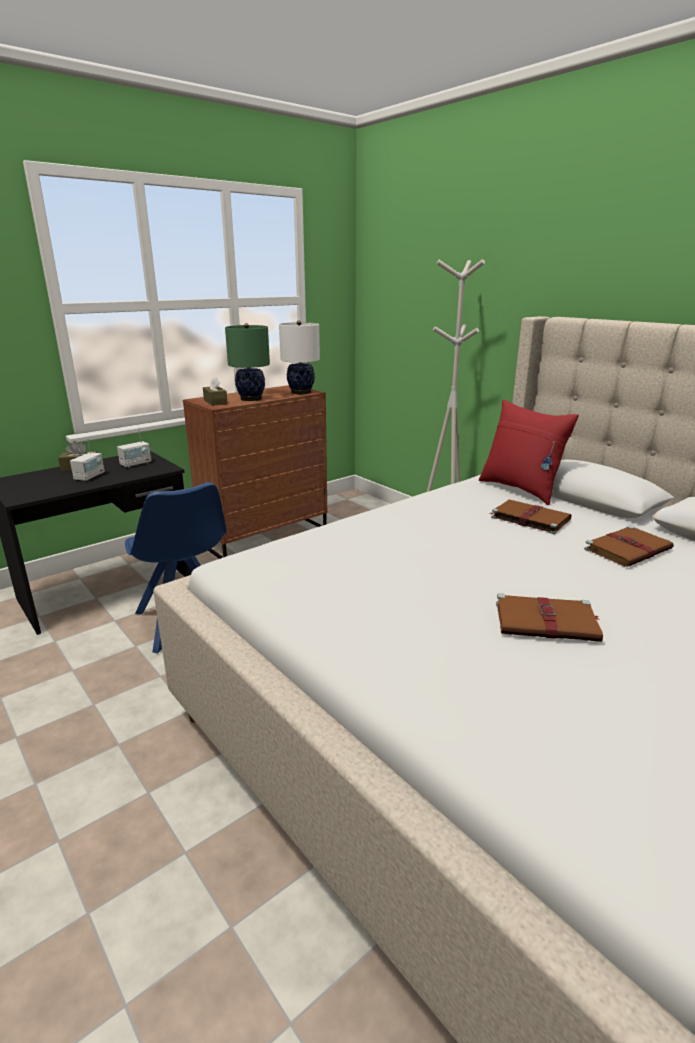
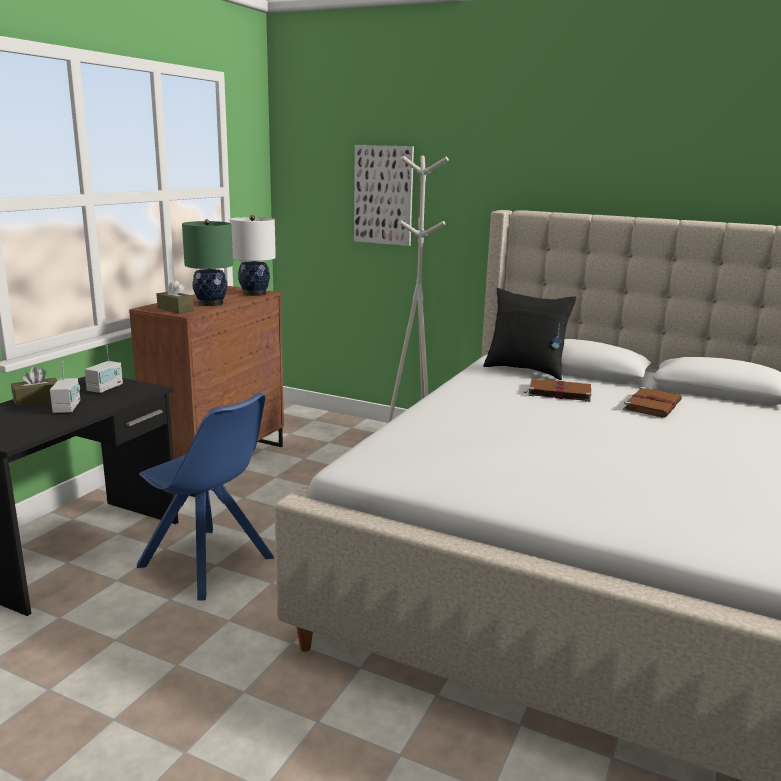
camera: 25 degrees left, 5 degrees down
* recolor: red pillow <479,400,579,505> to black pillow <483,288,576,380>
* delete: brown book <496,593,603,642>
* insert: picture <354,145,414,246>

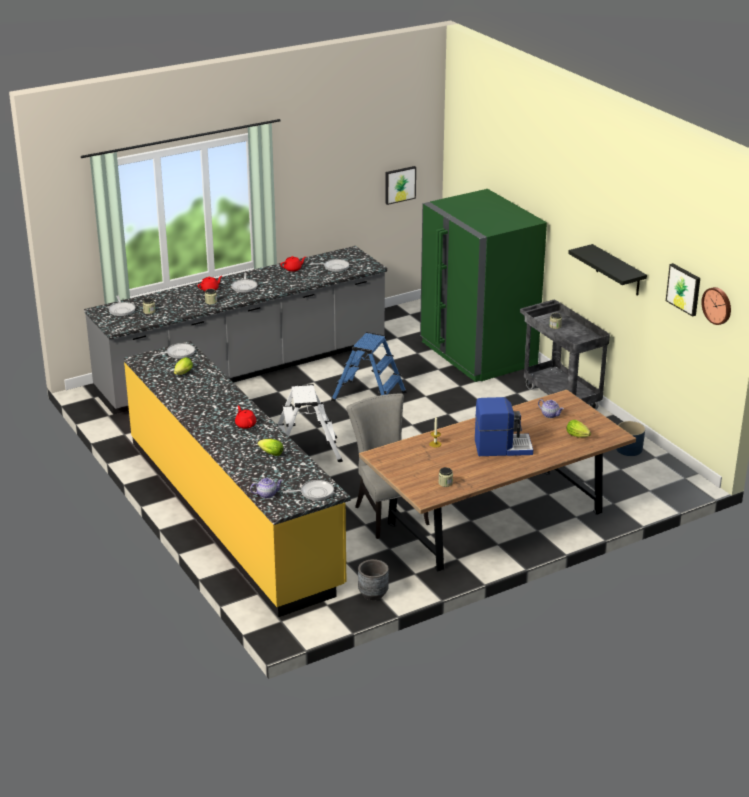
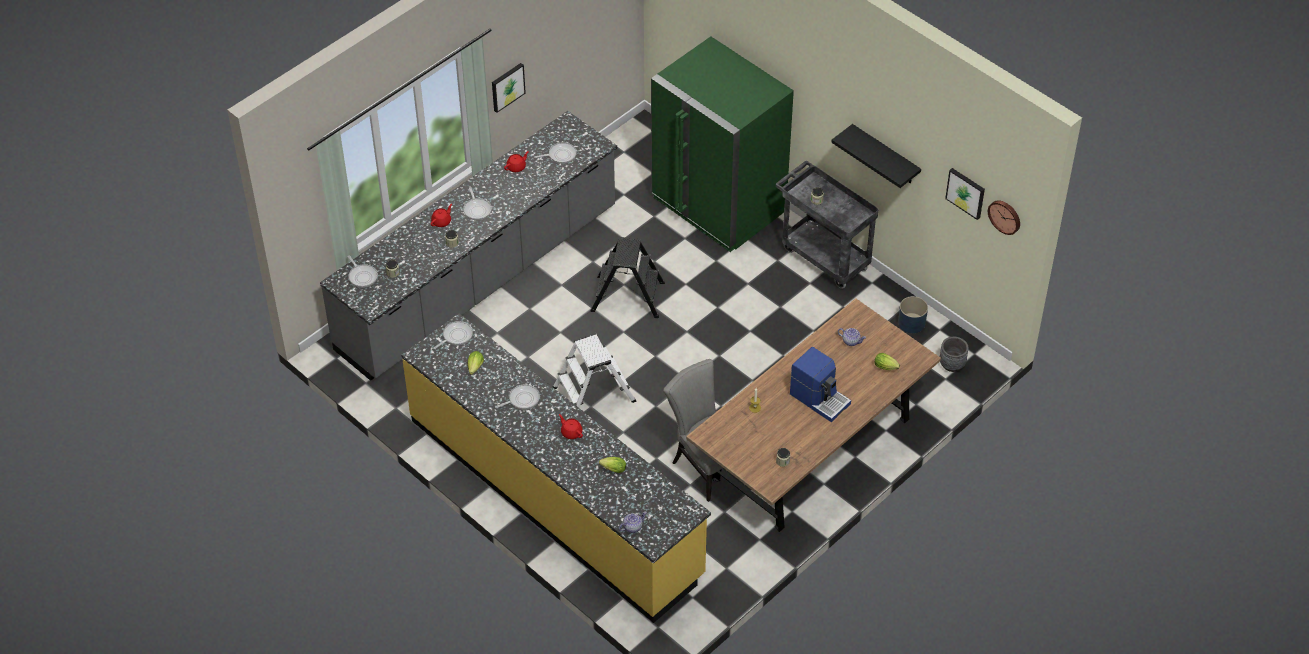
camera: 15 degrees left, 20 degrees up
* move: frying pan <283,480,334,501> to <495,384,540,410>
* recolor: blue step ladder <331,332,407,402> to black step ladder <590,237,665,318>
* move: grey planter <358,559,389,600> to <940,337,969,372>
* move: picture <385,166,416,205> to <492,63,526,113>
* rotate: coffee machine <475,397,533,456> = <790,347,851,422> 60 degrees clockwise

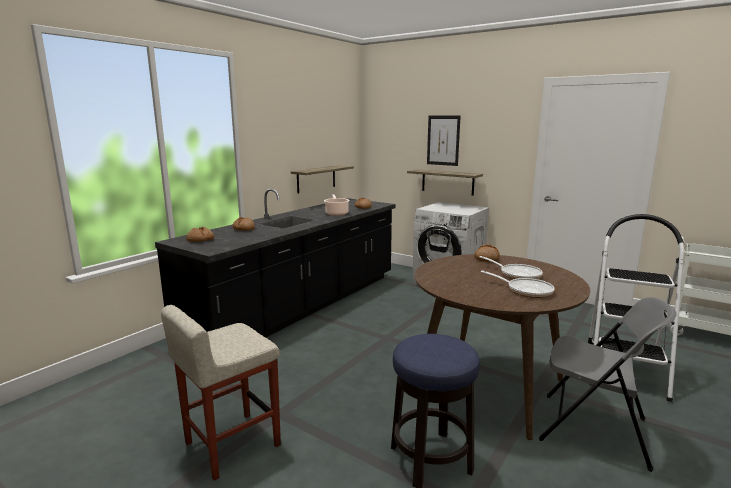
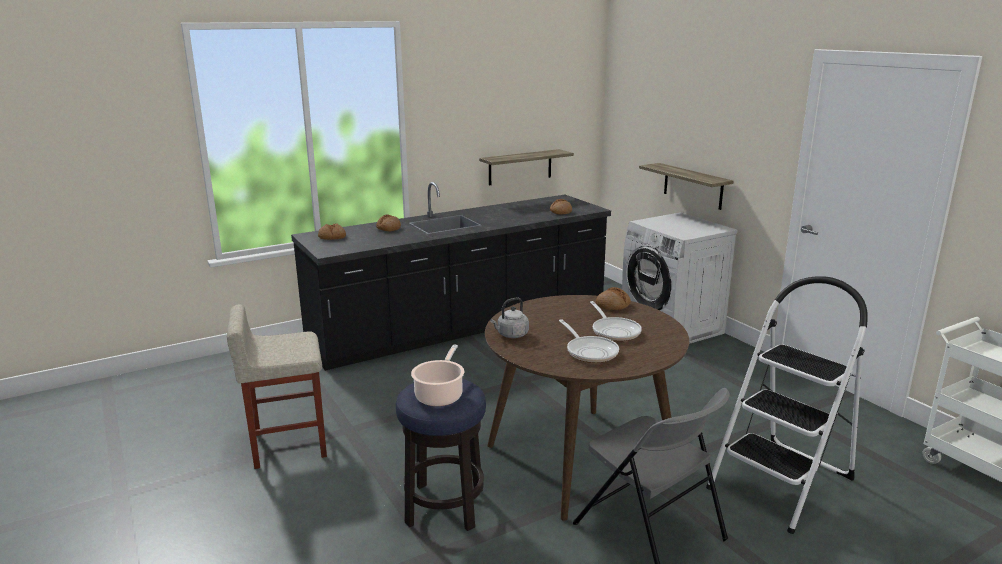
camera: 25 degrees right, 5 degrees up
* move: cooking pot <324,195,350,216> to <411,344,464,406>
* delete: picture <427,115,461,166>
* insert: grey kettle <490,297,529,338>

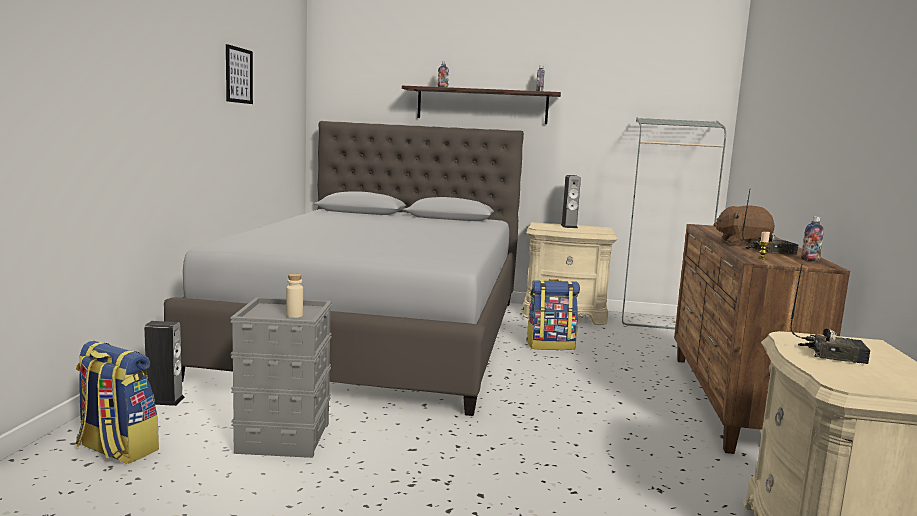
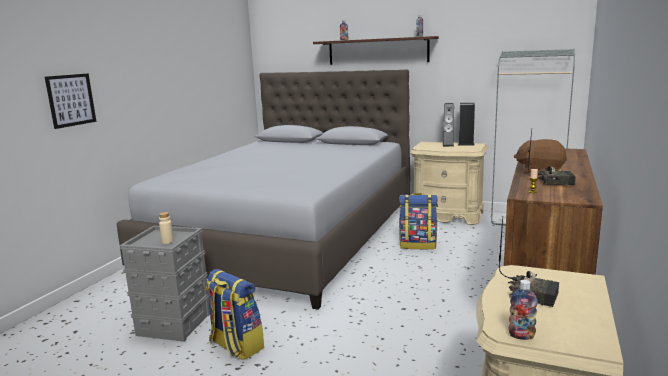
camera: 15 degrees right, 5 degrees up
* move: backpack <76,341,159,464> to <206,269,264,360>
* move: speaker <144,321,185,406> to <458,103,475,146>
* move: picture <226,44,253,104> to <45,73,96,129>
* move: bottle <801,216,824,261> to <508,280,538,340>

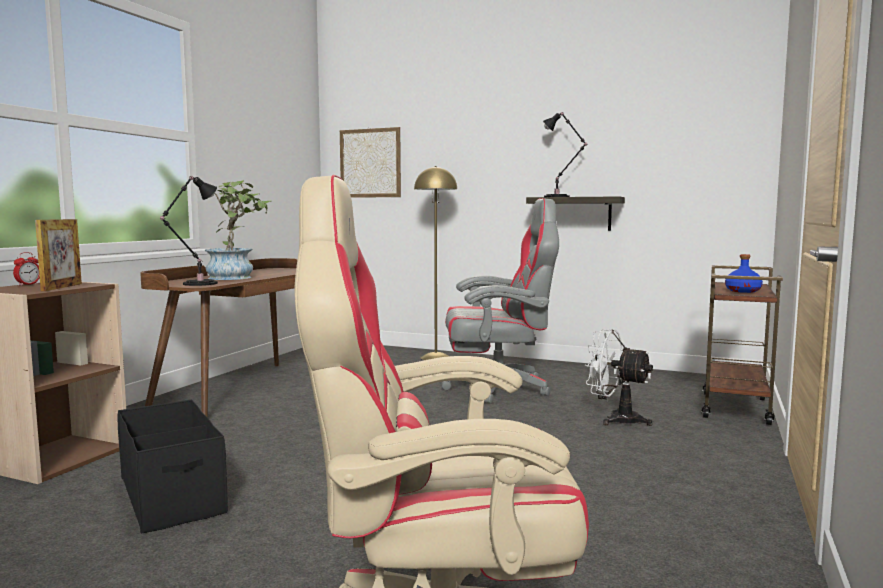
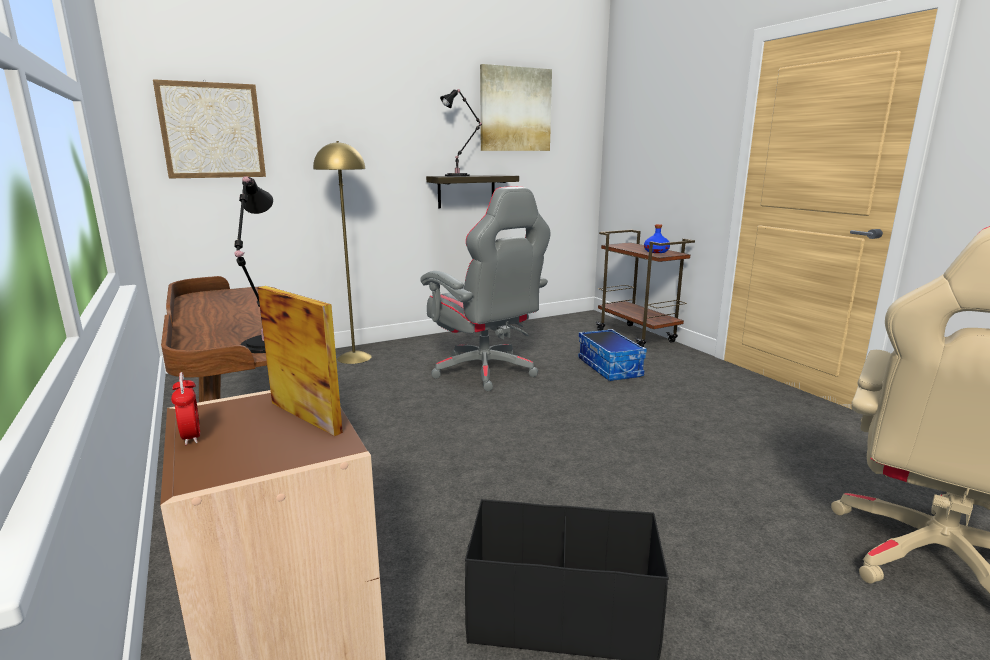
camera: 50 degrees left, 10 degrees up
* delete: potted plant <205,180,271,280>
* rotate: grey office chair <442,198,559,404> = <420,186,550,391> 105 degrees clockwise
* replace: white fan <585,329,653,426> to storage box <579,329,647,381>
* insert: picture <480,64,552,151>

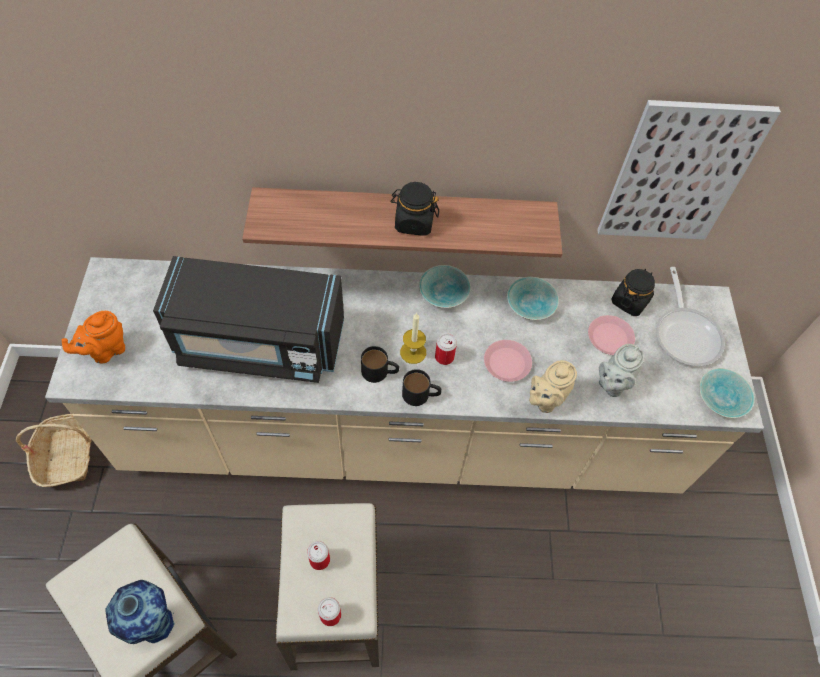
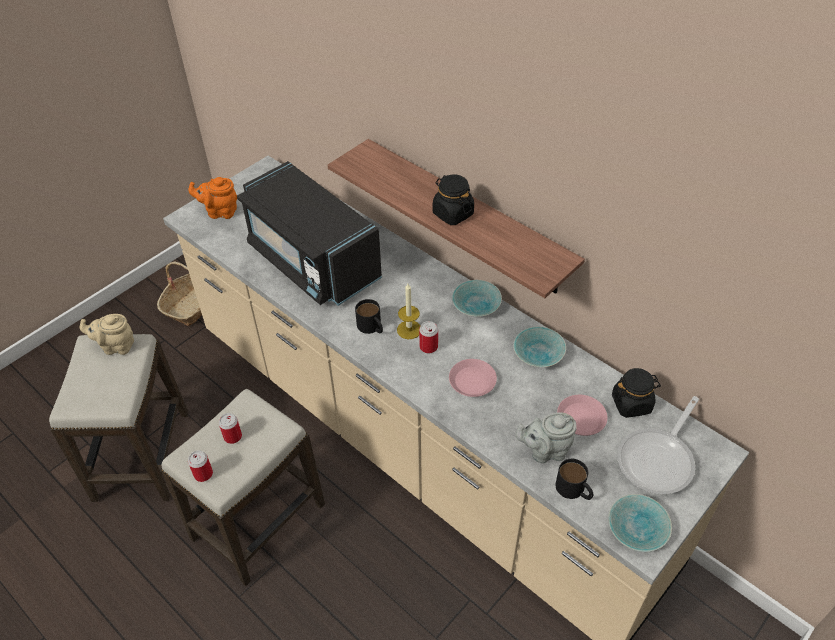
camera: 45 degrees right, 10 degrees down
* delete: vase <105,580,175,644>
* move: black mug <402,369,442,406> to <555,459,594,500>
* move: beige teapot <529,360,577,413> to <80,314,134,355>
* delete: picture <597,100,781,239>

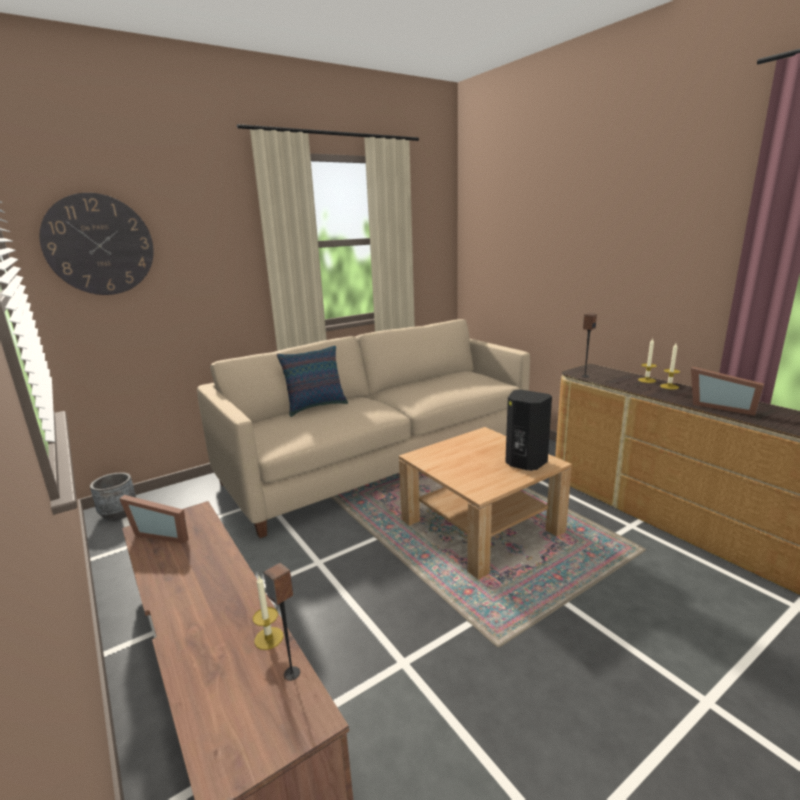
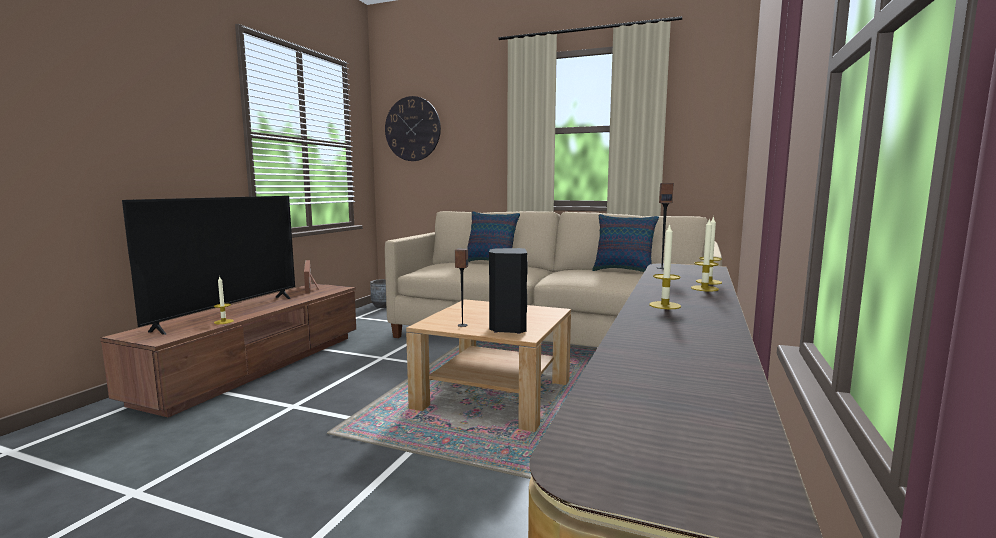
camera: 55 degrees right, 10 degrees down
* move: speaker <264,563,300,681> to <455,249,468,327>
* replace: picture frame <691,367,764,416> to candle <649,224,681,309>
* insert: television <122,196,295,335>
* insert: blue pillow <592,214,659,272>

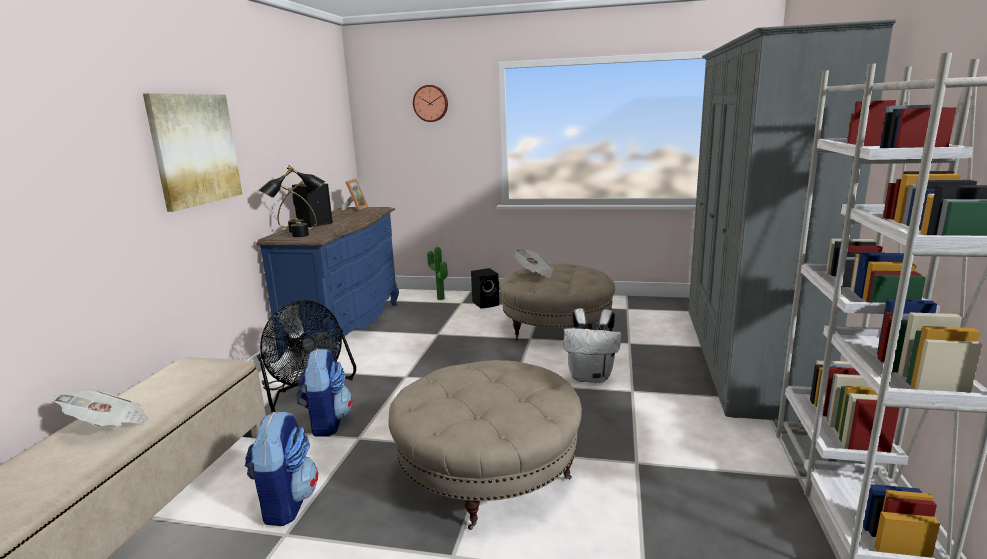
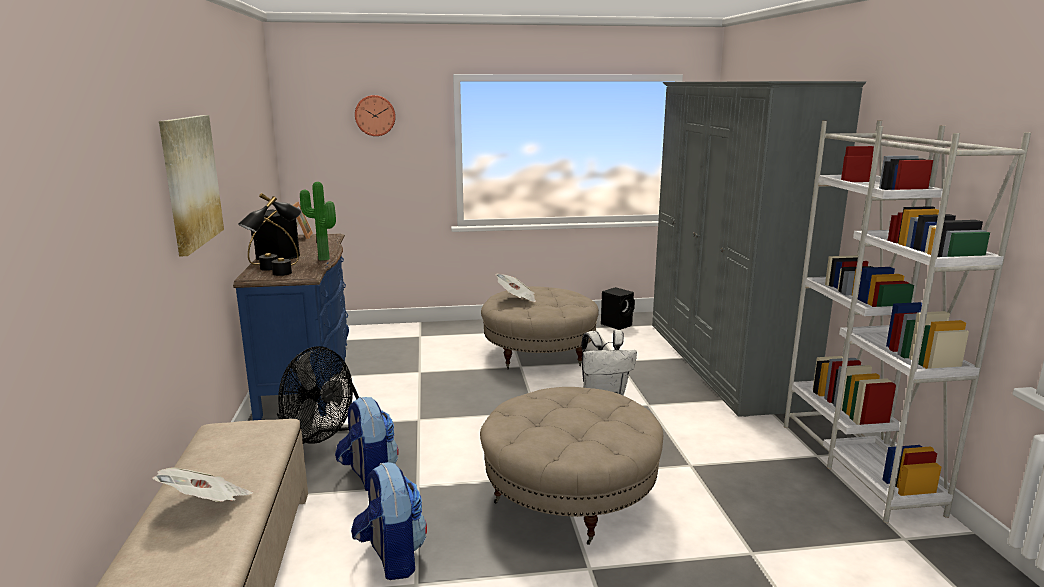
camera: 20 degrees left, 0 degrees up
* move: potted plant <427,247,448,300> to <300,182,336,260>
* move: black speaker <471,268,499,309> to <601,287,635,330>

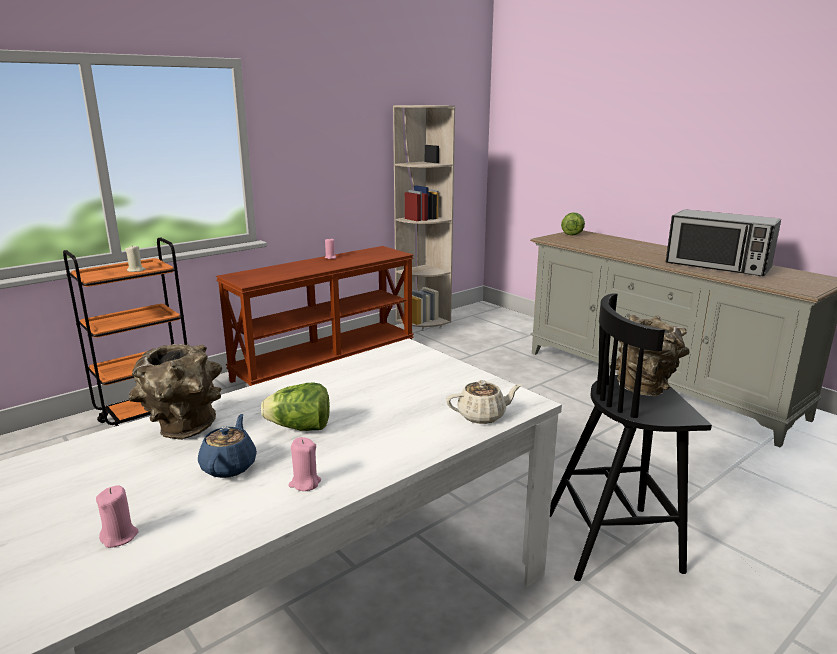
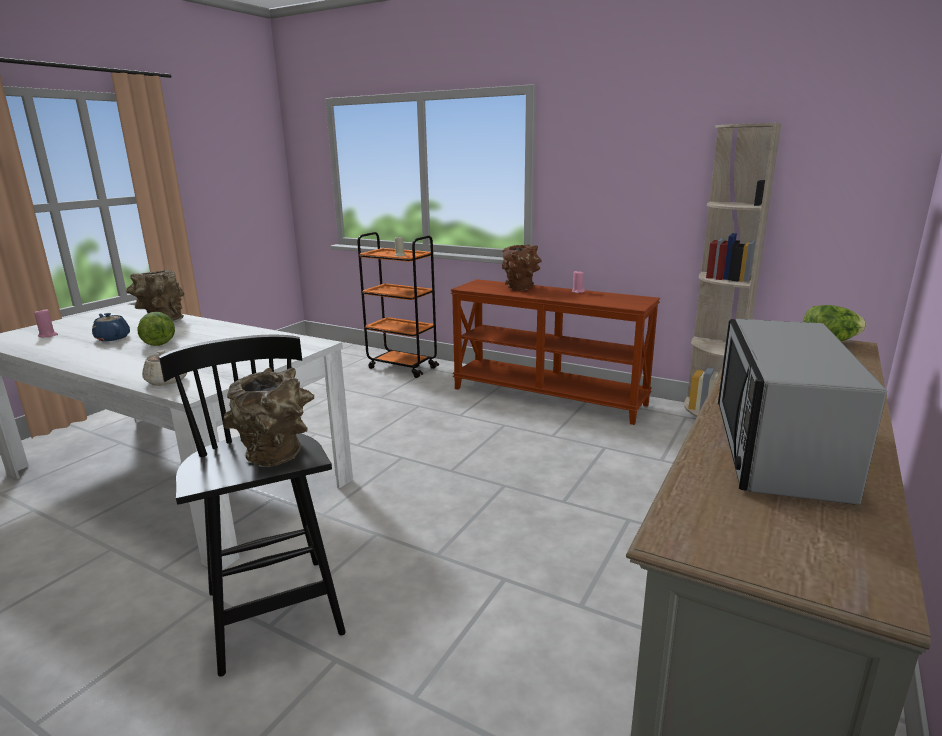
camera: 70 degrees right, 0 degrees up
* rotate: blue teapot <198,414,257,478> = <92,313,130,341> 120 degrees counterclockwise
* delete: pink candle <288,437,321,491>
* insert: brown vase <502,245,542,290>

